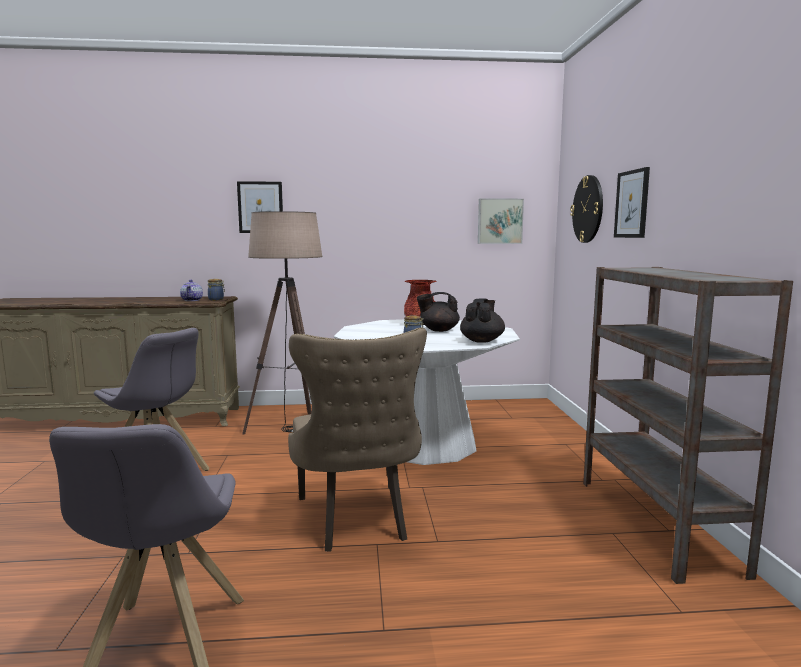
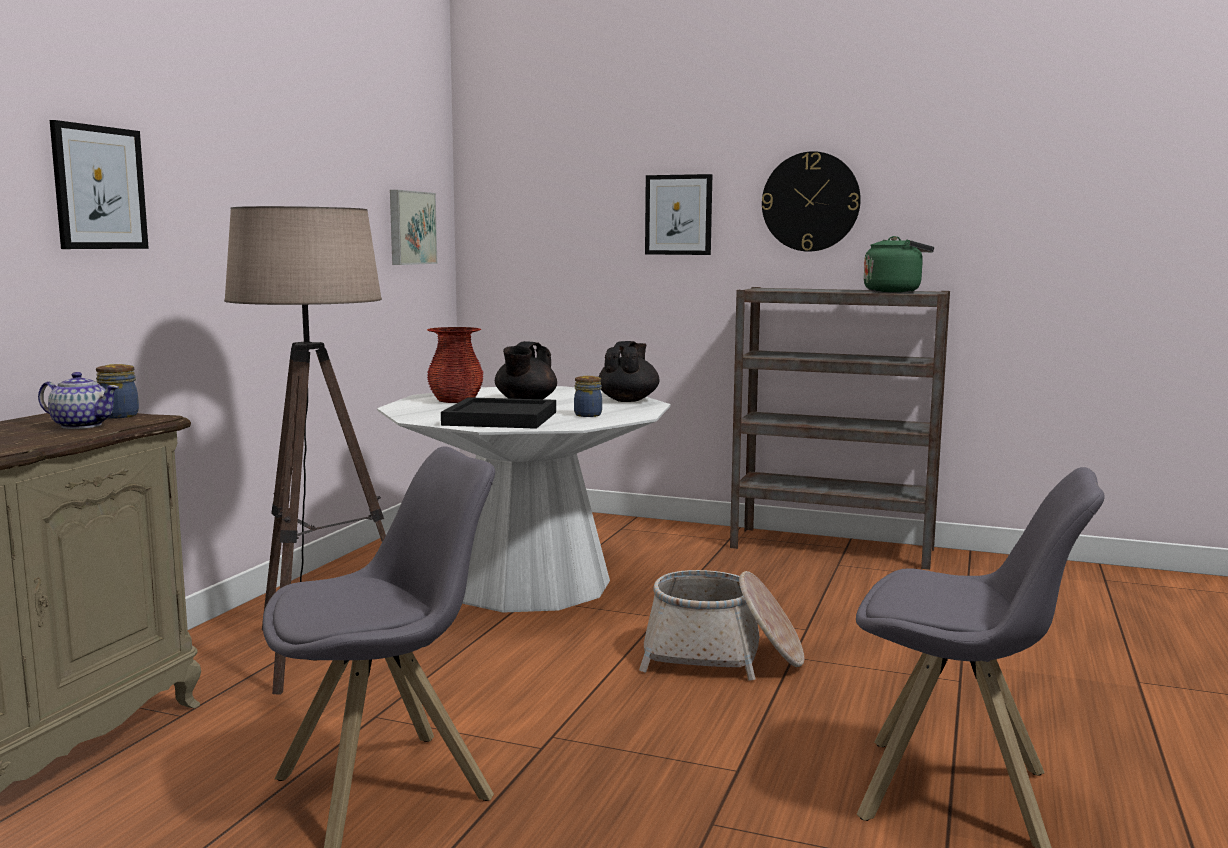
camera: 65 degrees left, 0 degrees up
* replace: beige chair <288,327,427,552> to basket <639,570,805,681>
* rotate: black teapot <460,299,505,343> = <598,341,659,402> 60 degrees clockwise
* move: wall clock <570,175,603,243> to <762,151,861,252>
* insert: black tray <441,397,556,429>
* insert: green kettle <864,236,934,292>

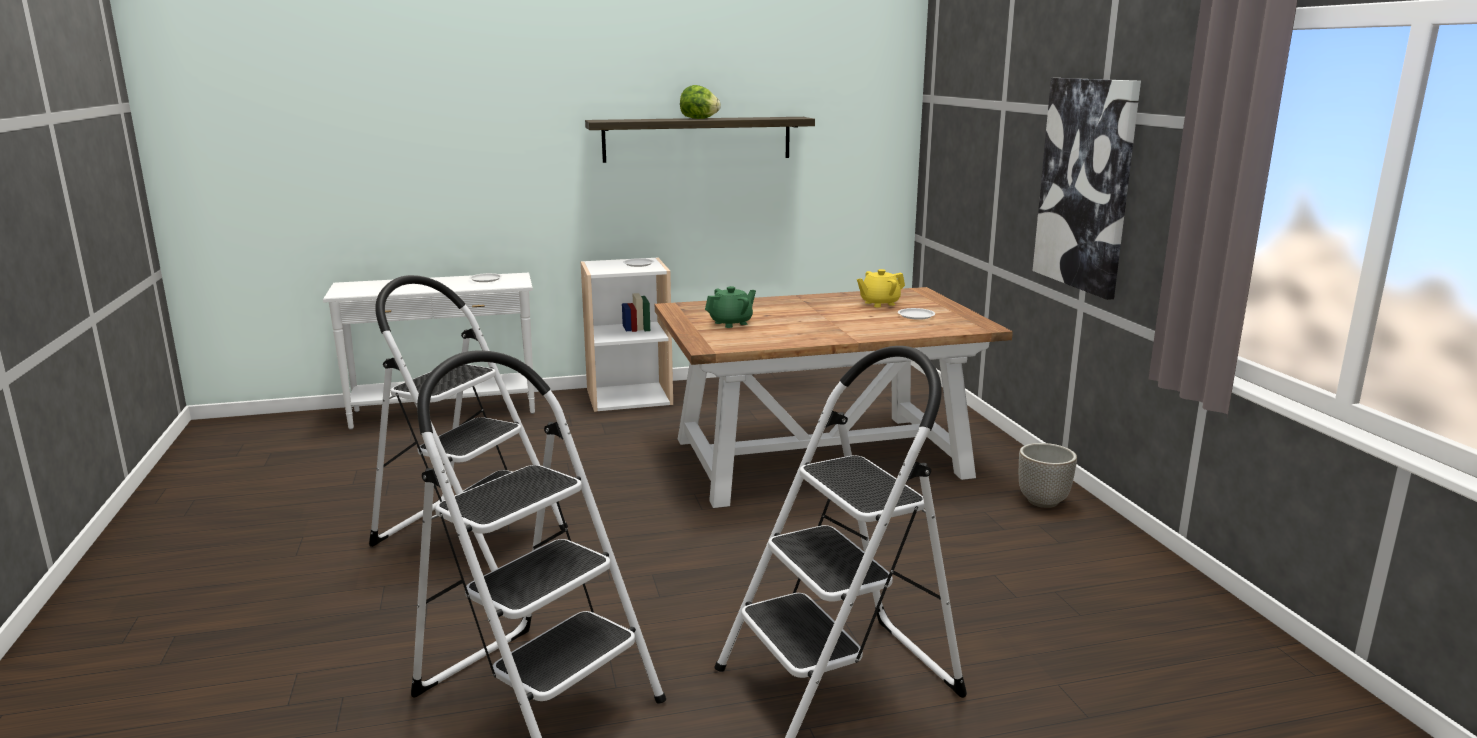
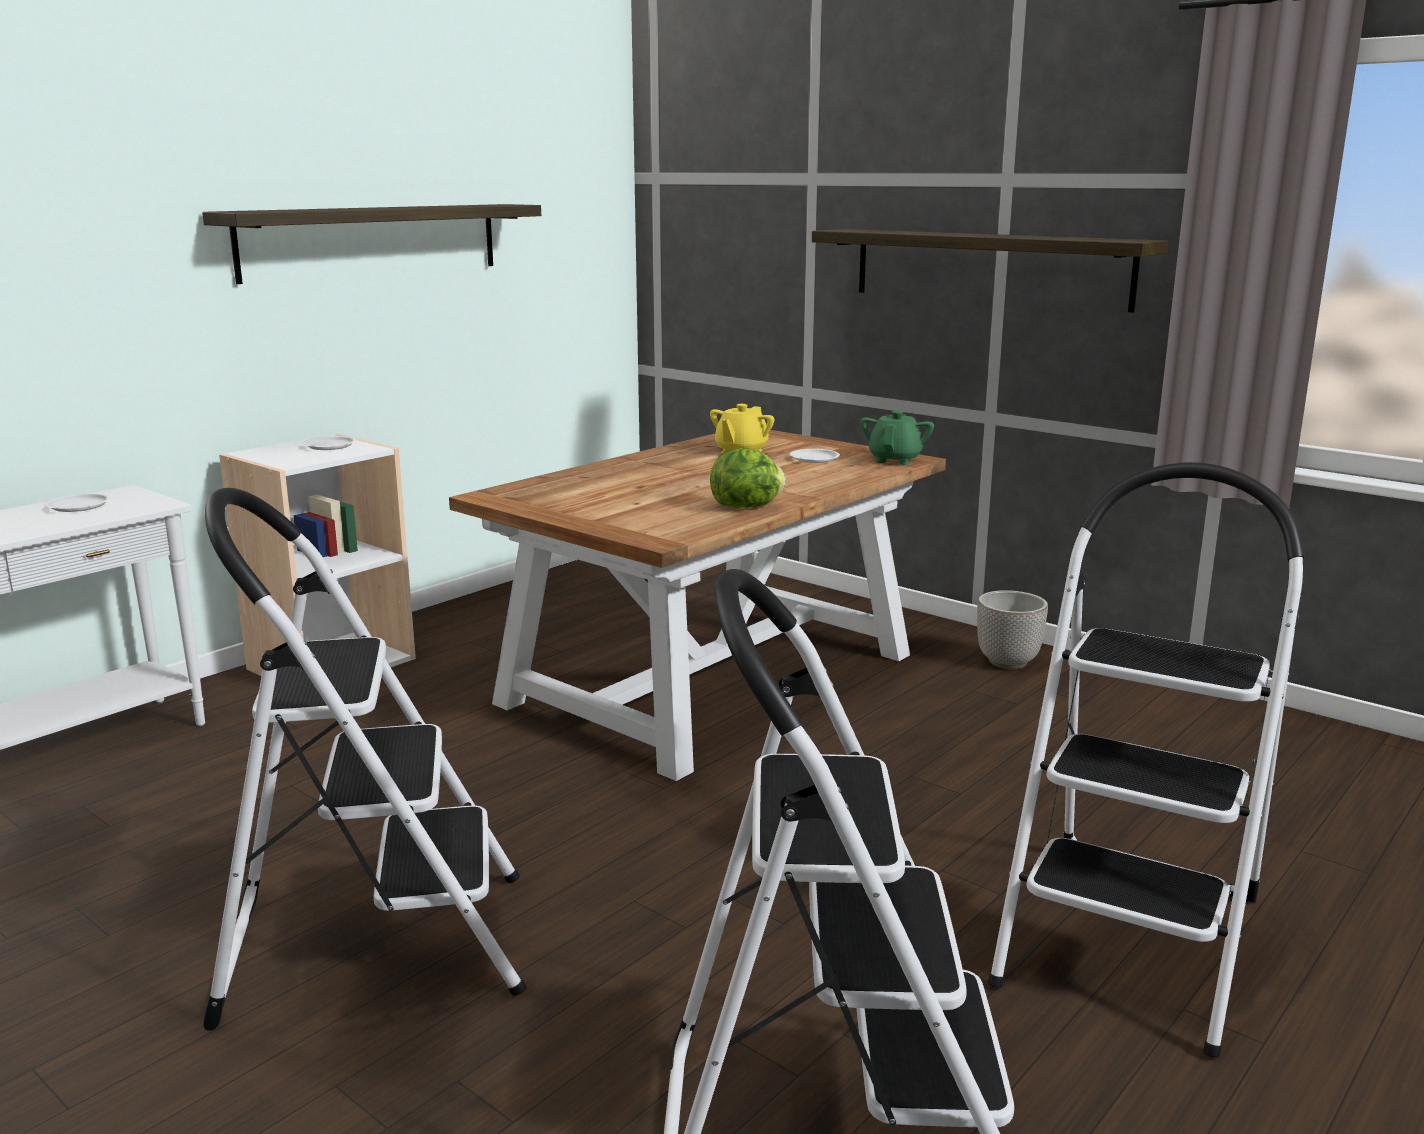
camera: 35 degrees left, 0 degrees up
* move: lettuce <680,85,721,119> to <710,448,786,508>
* move: green teapot <705,286,756,328> to <860,411,934,465>
* replace: picture <1033,78,1141,300> to shelf <812,229,1168,313>

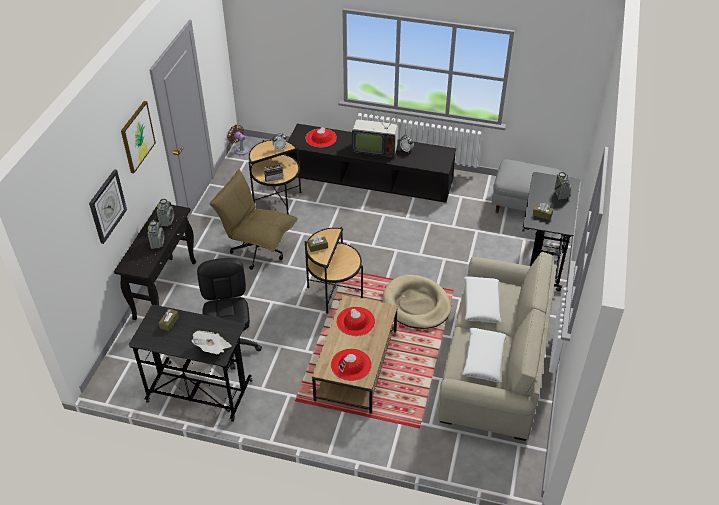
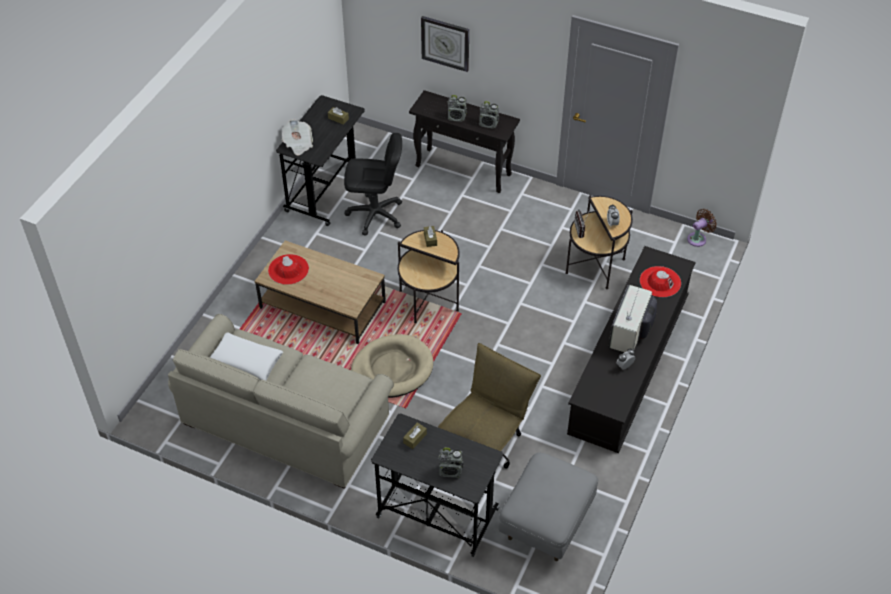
camera: 100 degrees right, 5 degrees up
* delete: picture <121,101,156,173>
* move: beige office chair <210,169,298,270> to <438,343,541,469>
* delete: red hat <336,307,375,336>
* delete: white pillow <464,277,501,323>

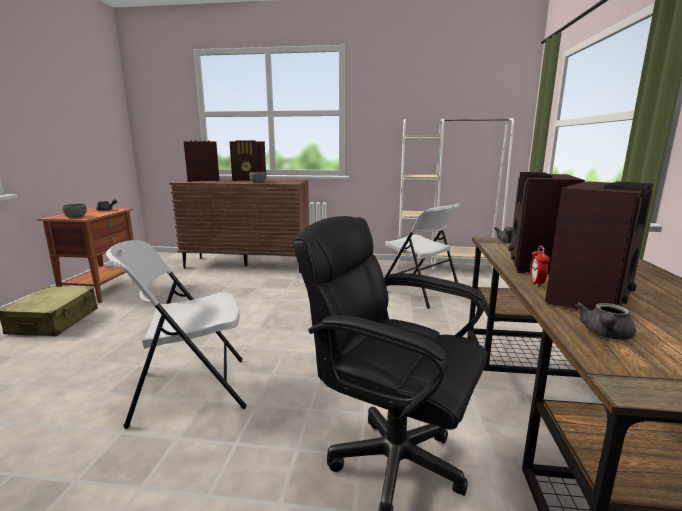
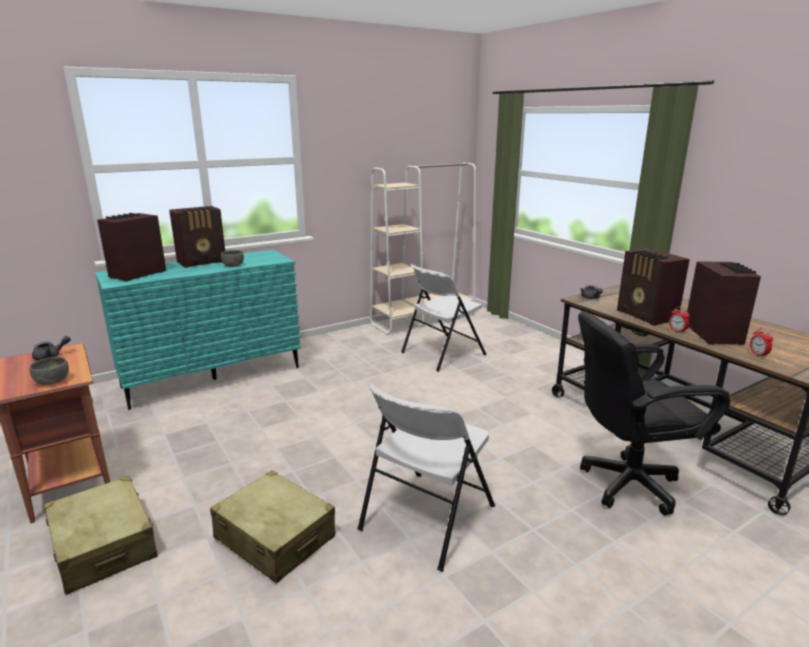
camera: 40 degrees left, 5 degrees up
* recolor: brown dresser <170,179,309,273> to turquoise dresser <95,250,301,410>
* rotate: white chair <384,203,460,309> = <401,264,487,372> 135 degrees clockwise
* replace: grey teapot <575,302,636,340> to alarm clock <750,327,773,358>
* insert: beige suitcase <210,470,335,584>

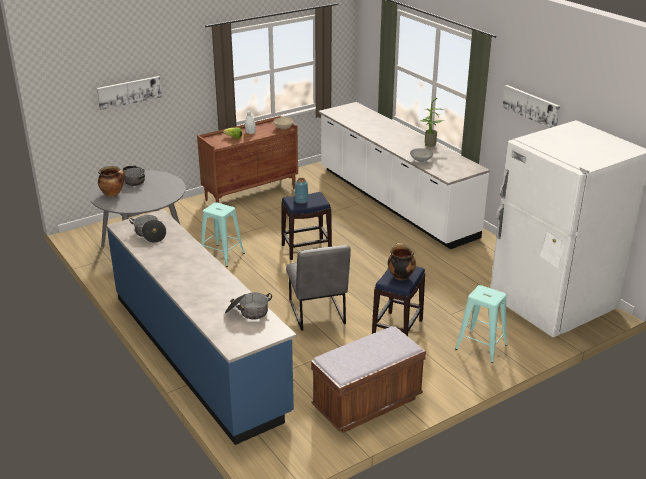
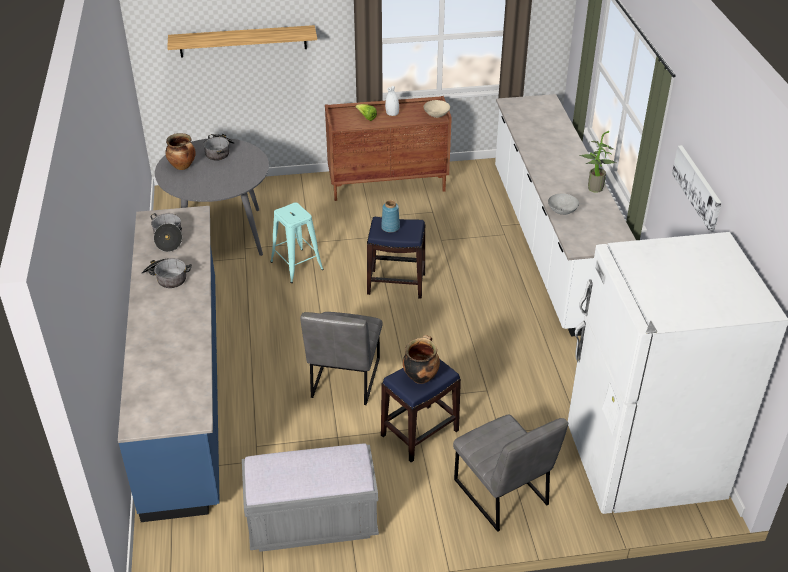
camera: 25 degrees right, 10 degrees up
* replace: picture <97,76,162,110> to shelf <167,25,317,58>
* move: cooking pot <225,292,272,320> to <142,258,192,288>
* recolor: brown bench <311,326,426,433> to grey bench <242,443,379,552>
* replace: turquoise stool <455,285,507,363> to grey chair <453,415,568,532>

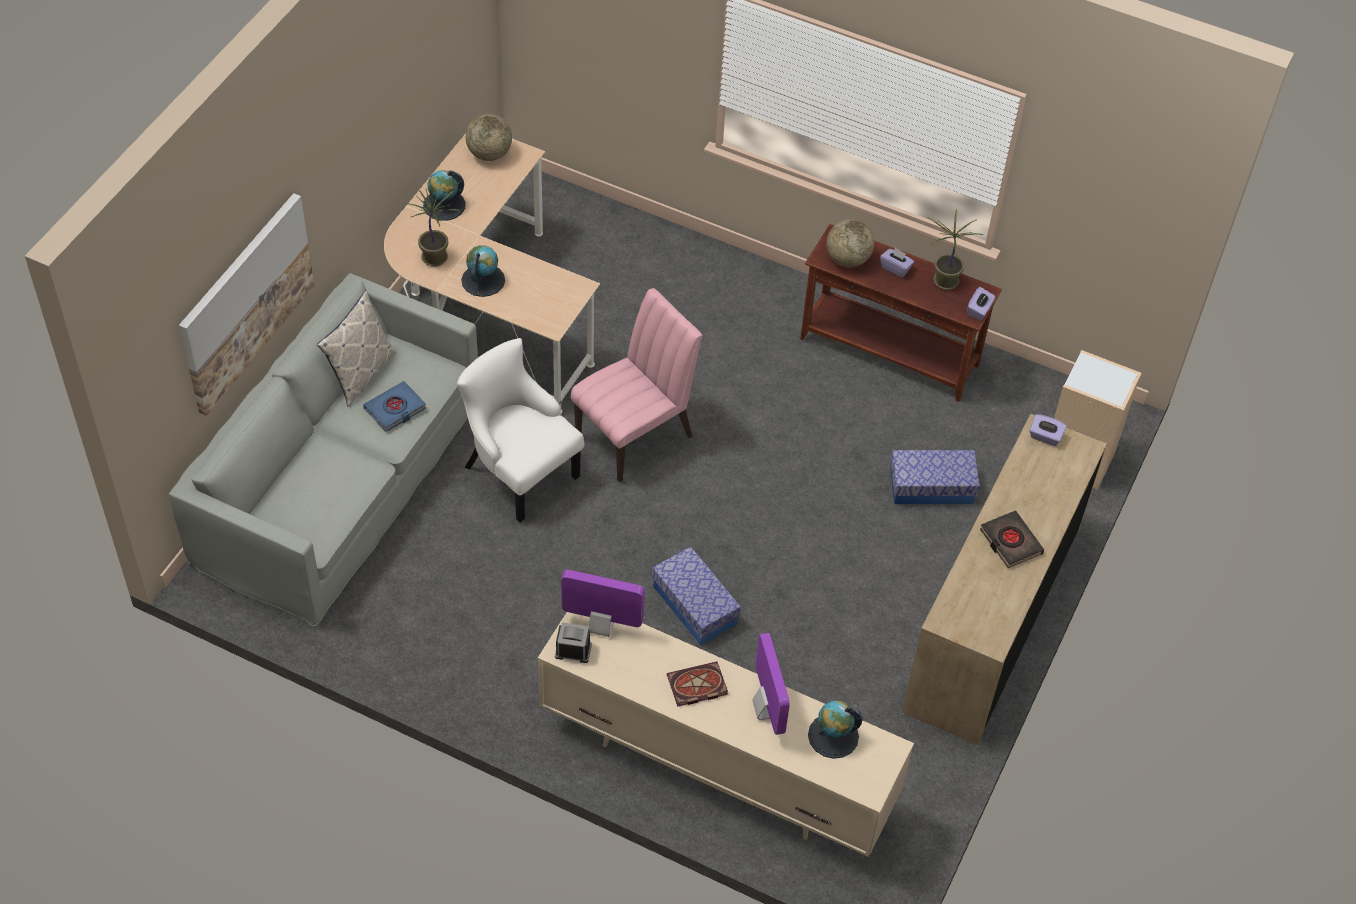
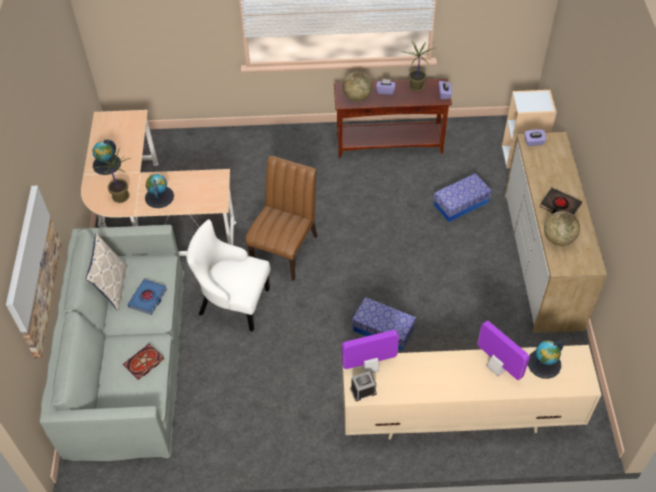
camera: 25 degrees left, 0 degrees up
* move: globe <466,114,512,161> to <544,211,580,246>
* recolor: pink chair <571,288,703,482> to brown chair <245,155,317,281>
* move: book <667,661,728,707> to <123,343,164,380>

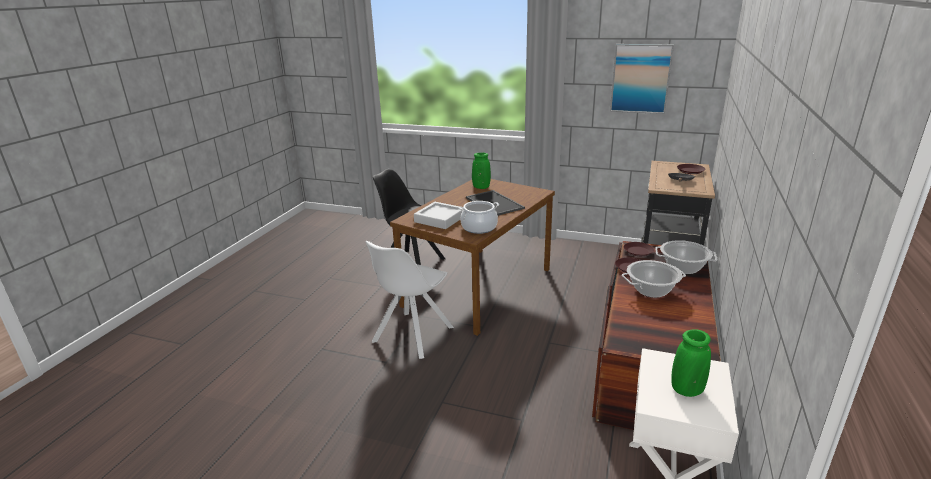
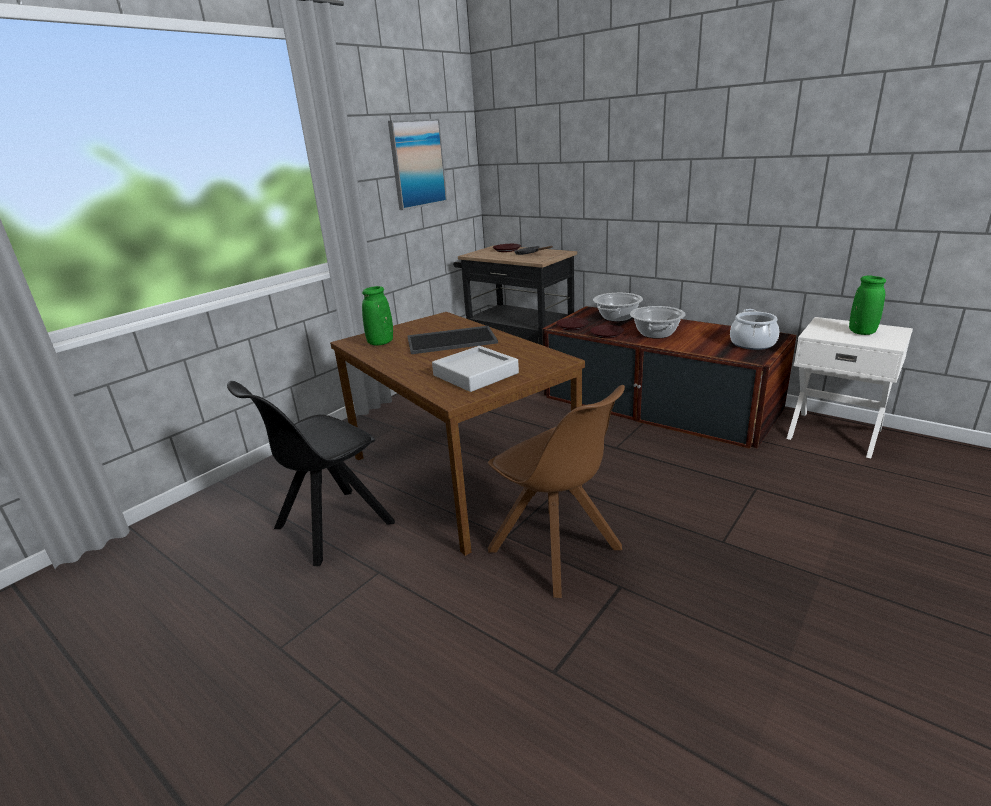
camera: 70 degrees left, 0 degrees up
* recolor: white chair <365,241,454,359> to brown chair <488,385,625,598>
* move: cooking pot <459,201,499,234> to <730,309,779,350>

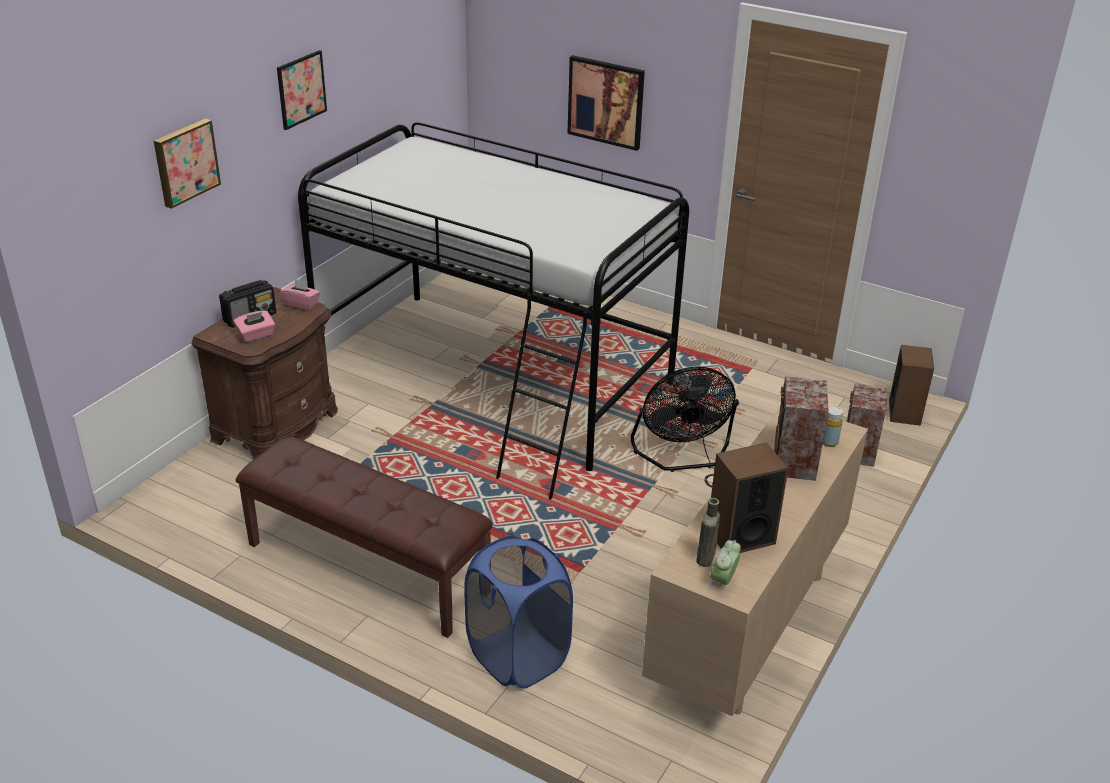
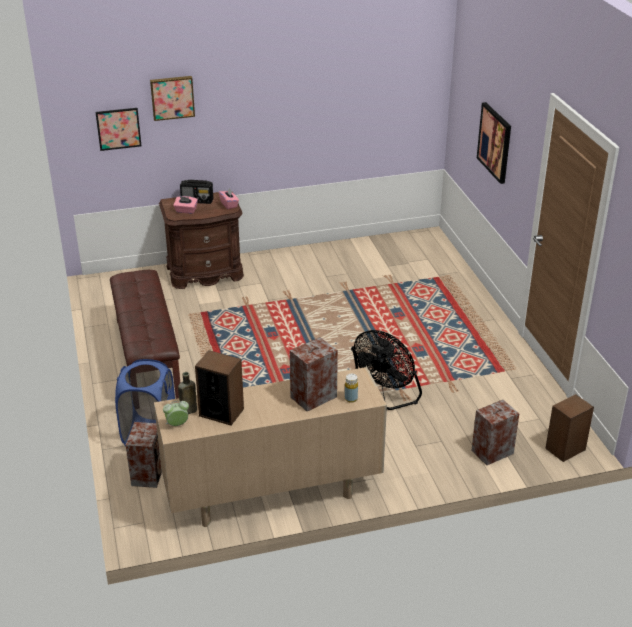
camera: 45 degrees right, 0 degrees up
* move: picture <277,50,327,130> to <95,108,141,151>
* delete: black bed <298,122,689,500>
* insert: speaker <126,422,162,488>

